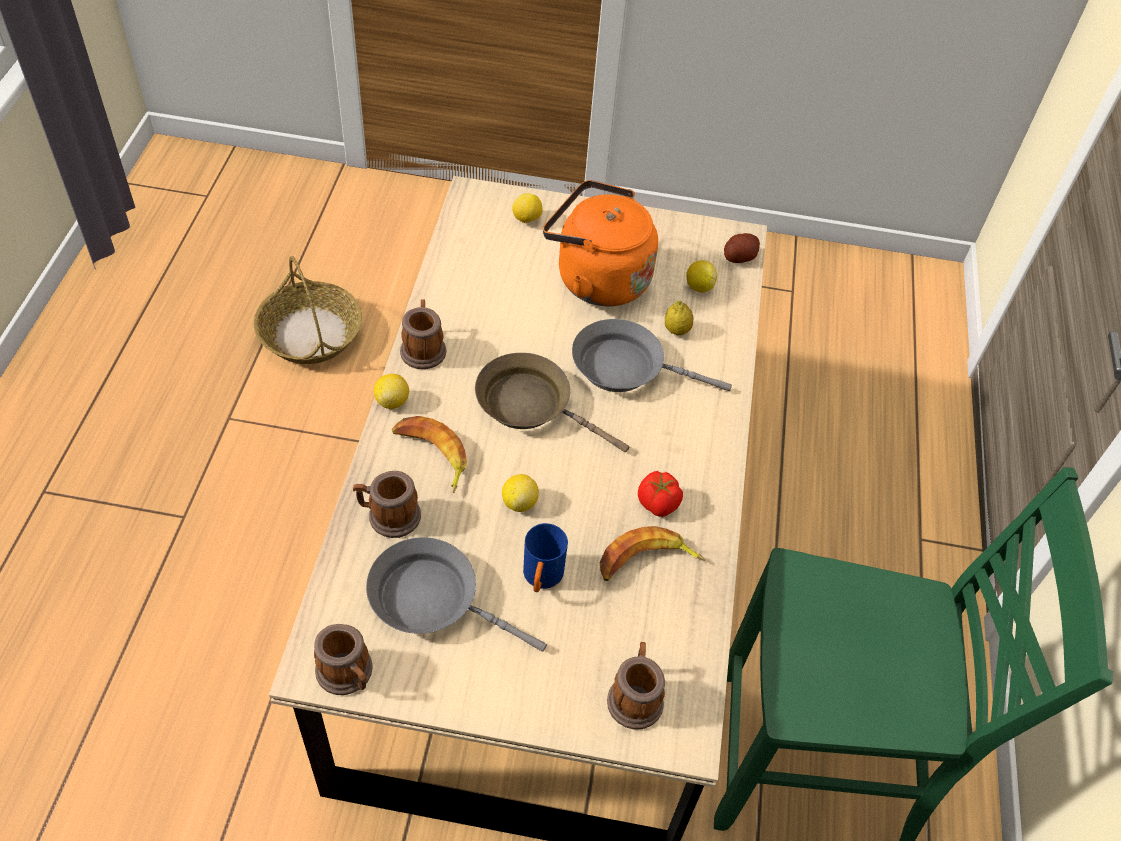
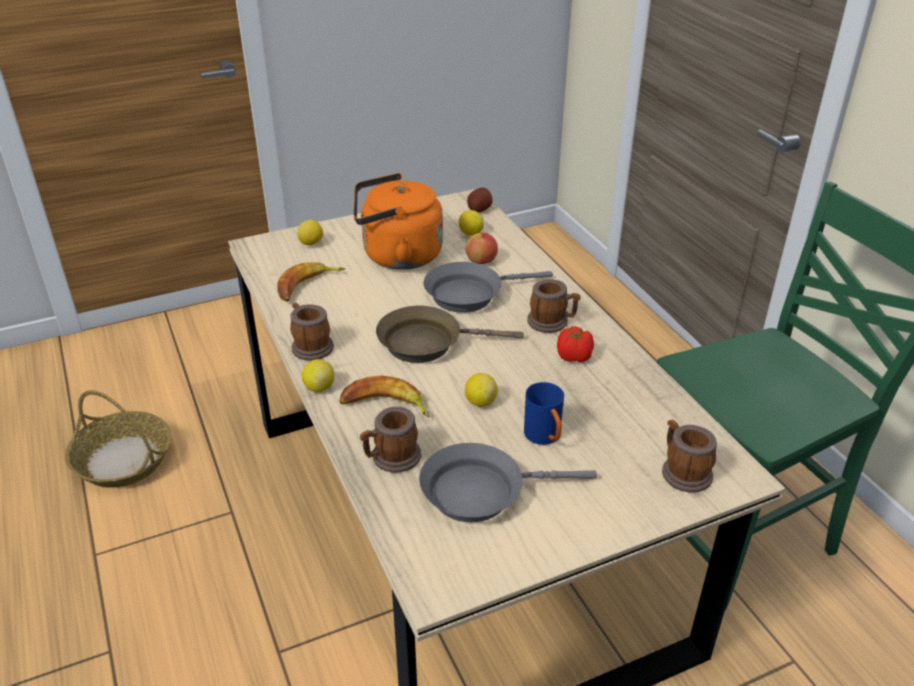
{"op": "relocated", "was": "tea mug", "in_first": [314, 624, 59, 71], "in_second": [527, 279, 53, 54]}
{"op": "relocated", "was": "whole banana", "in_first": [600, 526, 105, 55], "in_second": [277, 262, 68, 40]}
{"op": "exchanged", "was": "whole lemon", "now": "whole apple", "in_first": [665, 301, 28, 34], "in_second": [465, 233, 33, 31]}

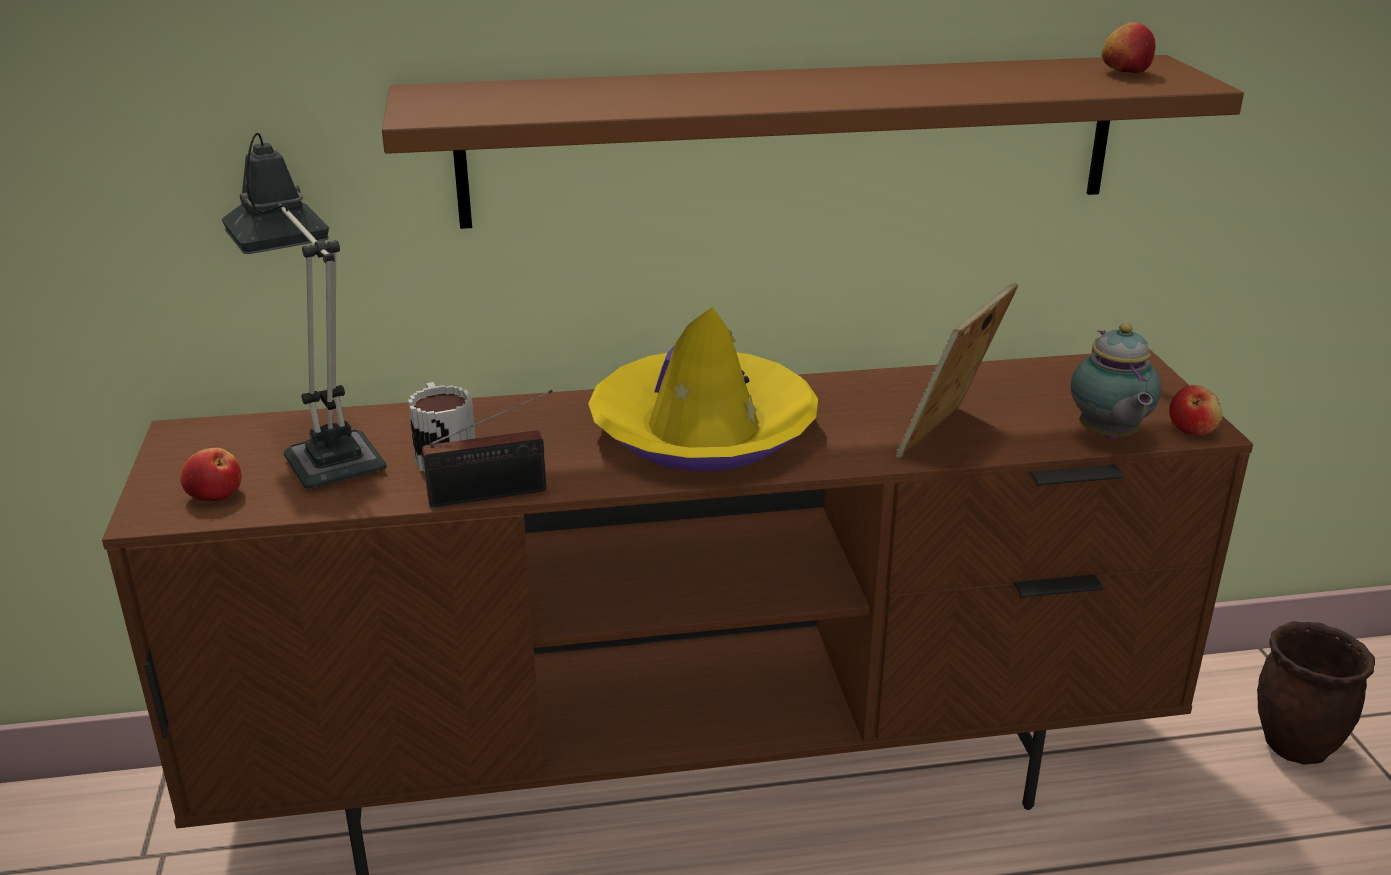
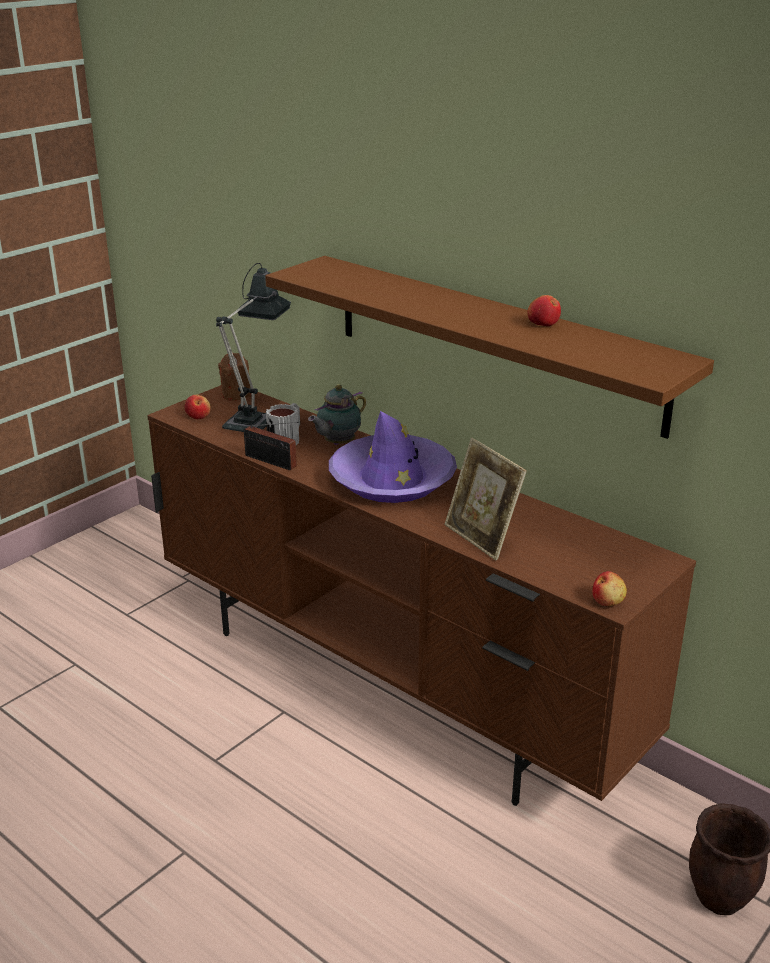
{"op": "colour", "was": "wearable hat/yellow", "now": "wearable hat/purple-coloured", "in_first": [588, 307, 230, 164], "in_second": [329, 411, 128, 92]}
{"op": "spun", "was": "picture frame", "in_first": [896, 282, 122, 176], "in_second": [445, 438, 82, 122], "clockwise": -120}
{"op": "relocated", "was": "teapot", "in_first": [1071, 323, 91, 117], "in_second": [308, 385, 58, 60]}
{"op": "relocated", "was": "whole apple", "in_first": [1102, 22, 53, 51], "in_second": [527, 295, 34, 31]}
{"op": "appeared", "now": "candle/brown", "in_second": [218, 353, 33, 48]}

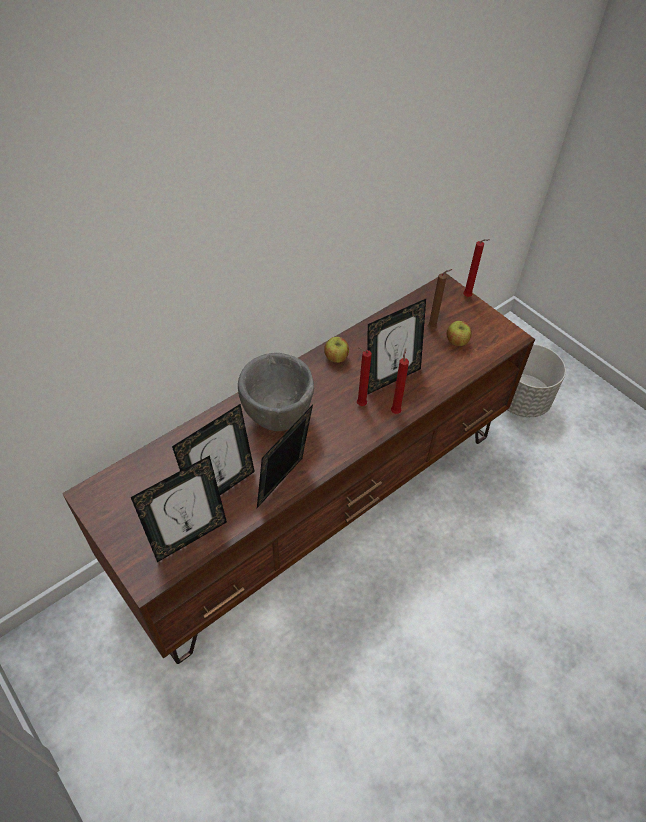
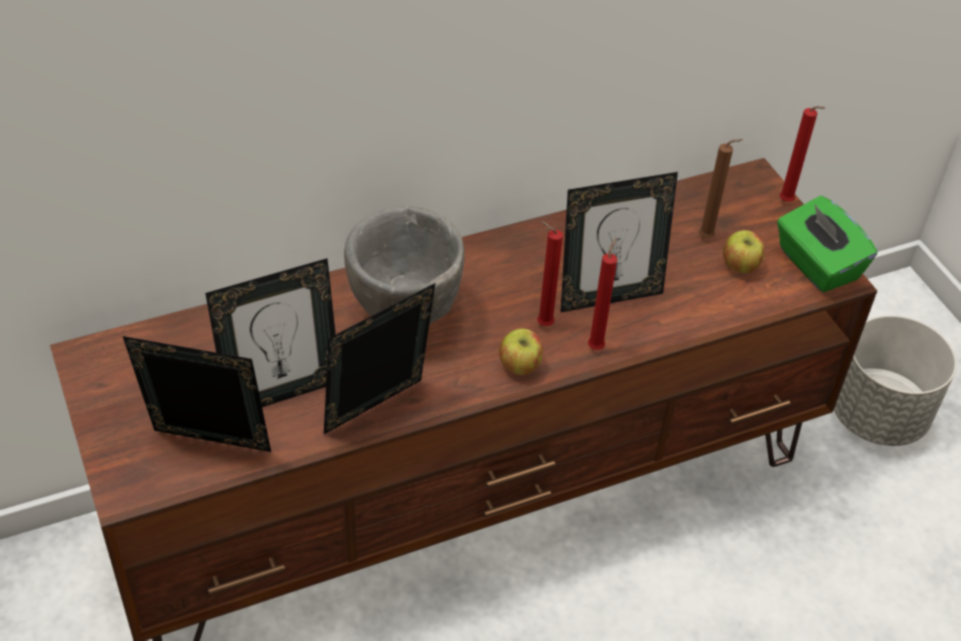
{"op": "spun", "was": "picture frame", "in_first": [131, 455, 96, 107], "in_second": [123, 336, 148, 116], "clockwise": -150}
{"op": "relocated", "was": "whole apple", "in_first": [324, 337, 25, 26], "in_second": [499, 329, 44, 46]}
{"op": "appeared", "now": "tissue holder/green", "in_second": [777, 196, 100, 96]}

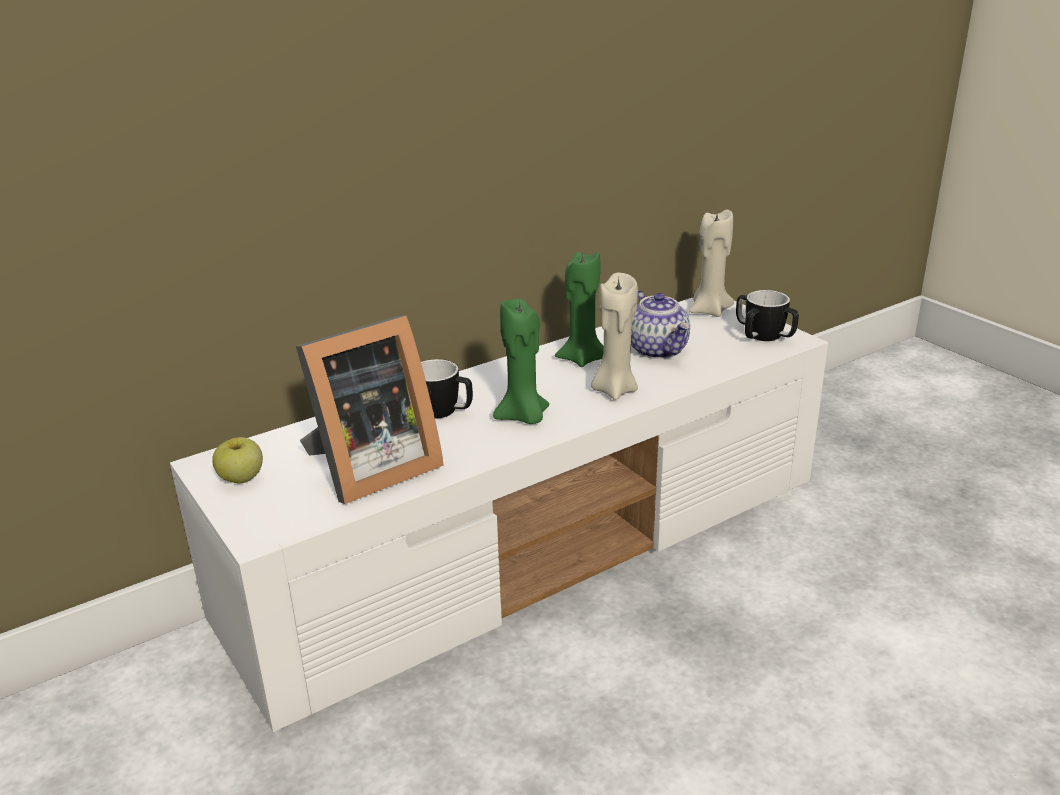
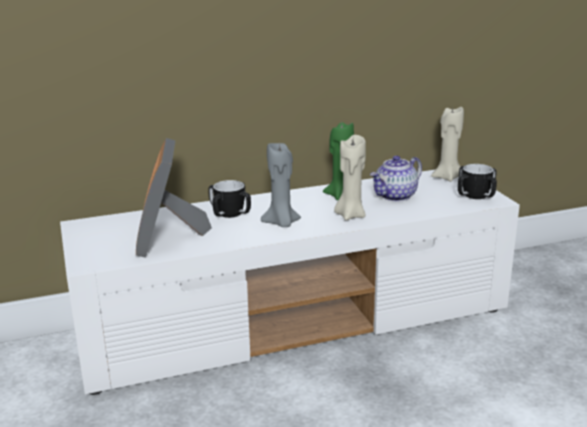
{"op": "missing", "was": "whole apple", "in_first": [212, 437, 51, 47]}
{"op": "spun", "was": "picture frame", "in_first": [296, 316, 148, 188], "in_second": [136, 138, 76, 120], "clockwise": 105}
{"op": "colour", "was": "candle/green", "now": "candle/grey", "in_first": [493, 299, 56, 125], "in_second": [261, 143, 40, 84]}
{"op": "spun", "was": "teapot", "in_first": [631, 290, 59, 69], "in_second": [370, 156, 52, 45], "clockwise": 60}

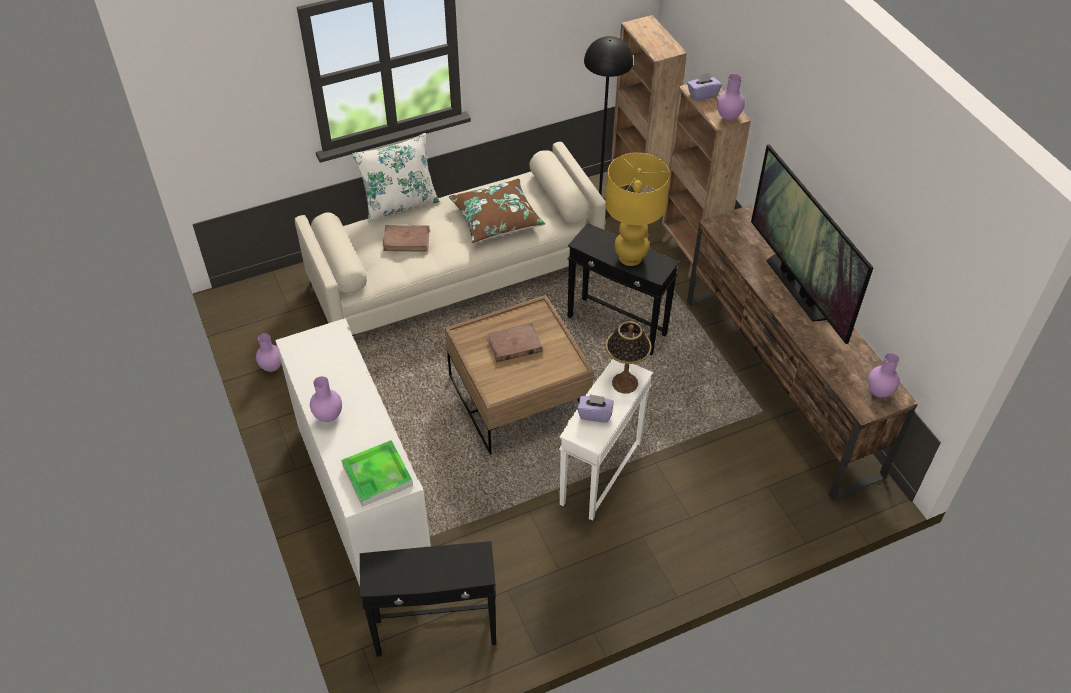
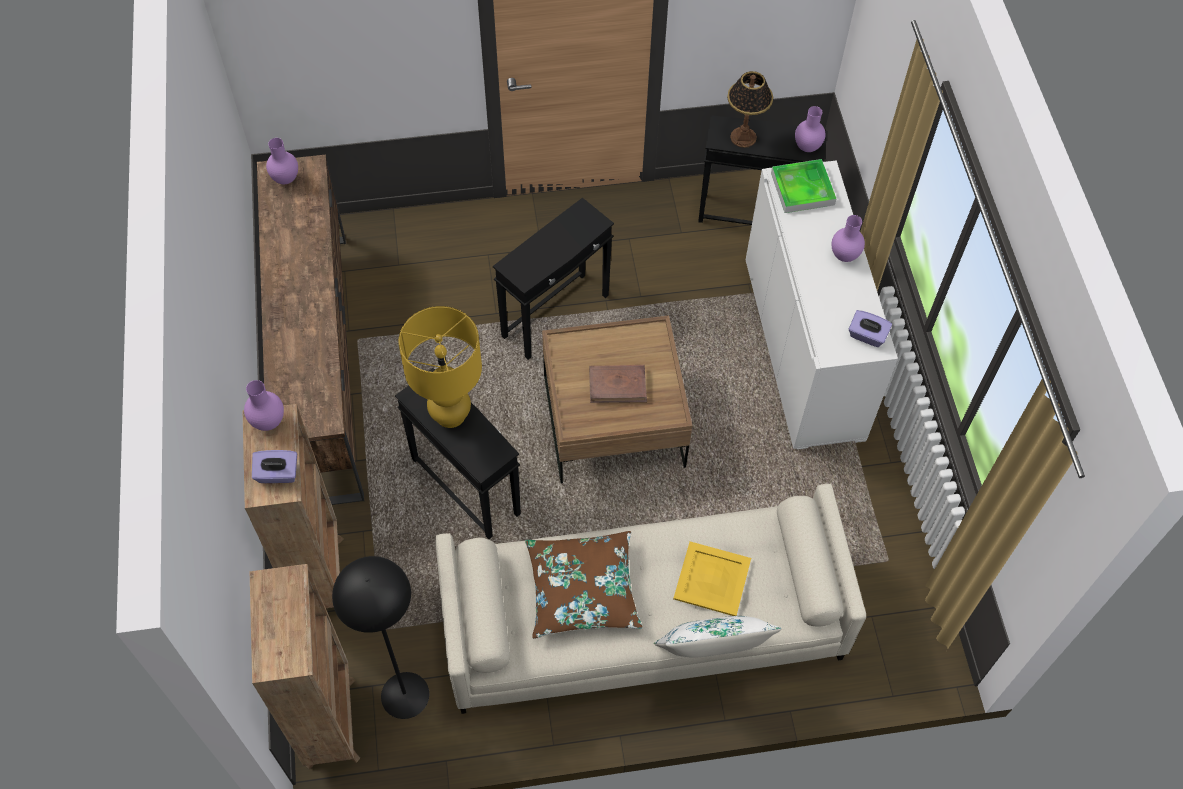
{"op": "relocated", "was": "vase/purple-coloured", "in_first": [256, 333, 25, 39], "in_second": [795, 106, 31, 46]}
{"op": "exchanged", "was": "bound book/brown", "now": "serving tray/yellow", "in_first": [383, 225, 46, 27], "in_second": [673, 541, 78, 75]}
{"op": "colour", "was": "end table/white", "now": "end table/blackish", "in_first": [559, 359, 94, 162], "in_second": [493, 198, 121, 162]}
{"op": "relocated", "was": "tissue holder/purple-coloured", "in_first": [577, 394, 37, 29], "in_second": [849, 310, 43, 37]}
{"op": "relocated", "was": "table lamp", "in_first": [606, 321, 46, 73], "in_second": [727, 71, 46, 77]}
{"op": "missing", "was": "TV set", "in_first": [751, 144, 123, 200]}

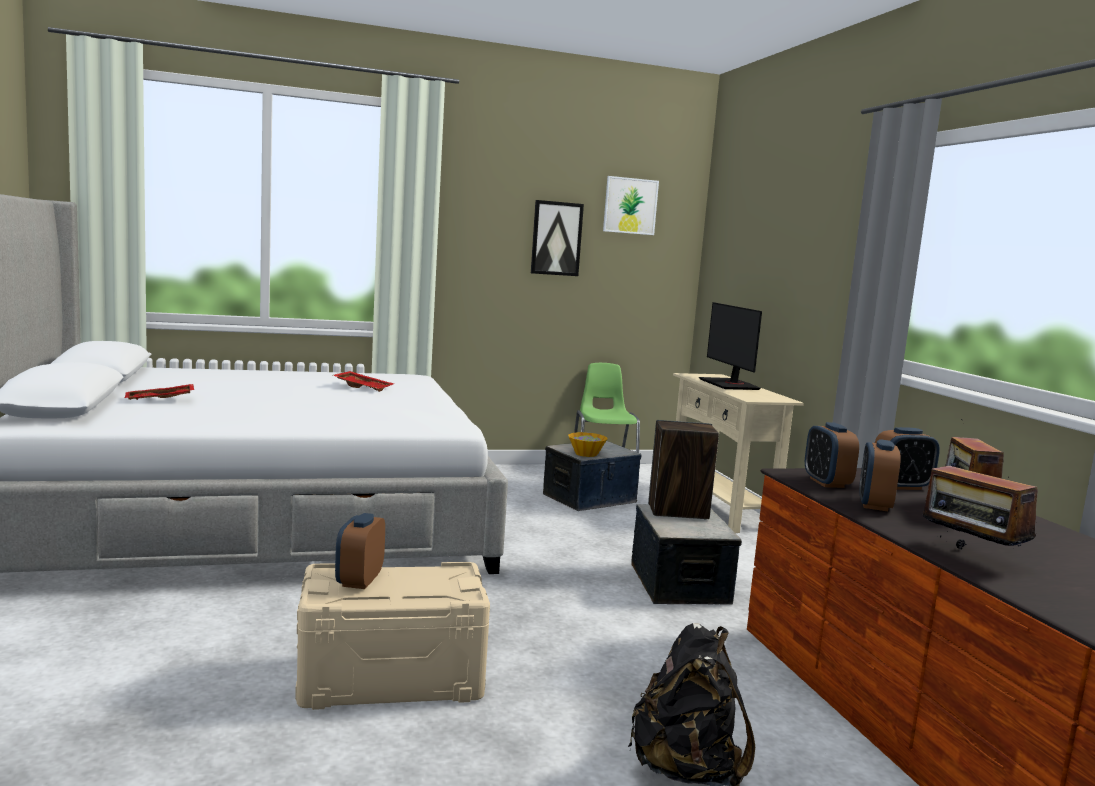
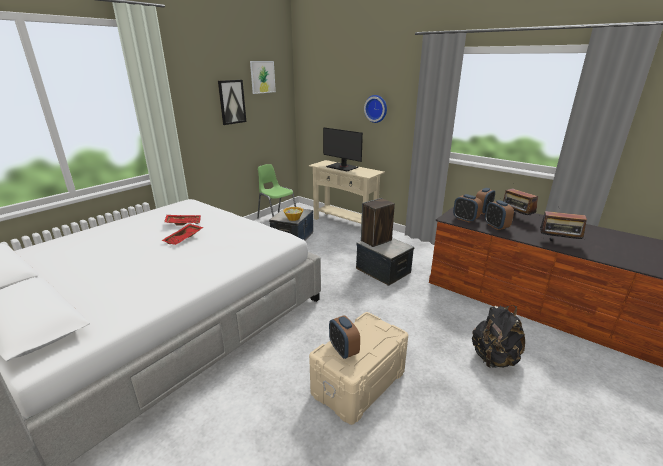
{"op": "relocated", "was": "serving tray/reddish", "in_first": [124, 384, 70, 16], "in_second": [161, 224, 43, 21]}
{"op": "appeared", "now": "wall clock", "in_second": [364, 95, 23, 28]}

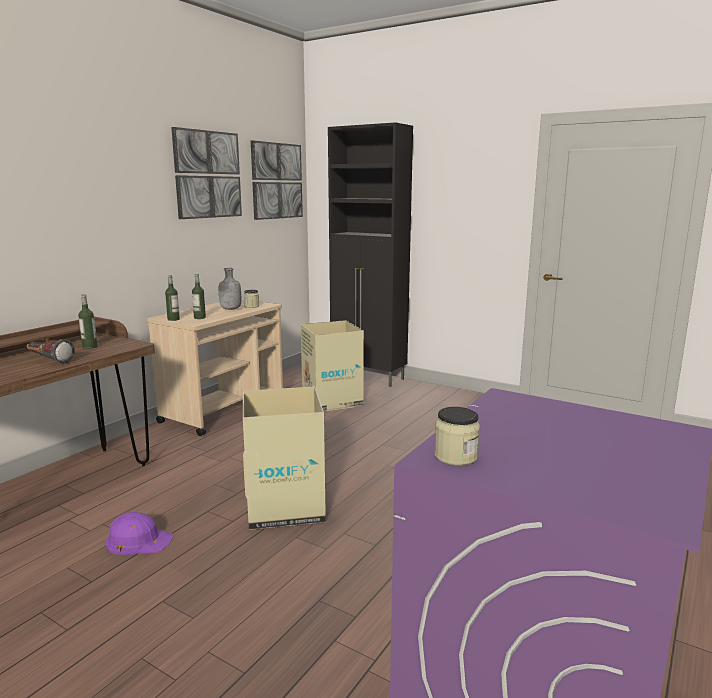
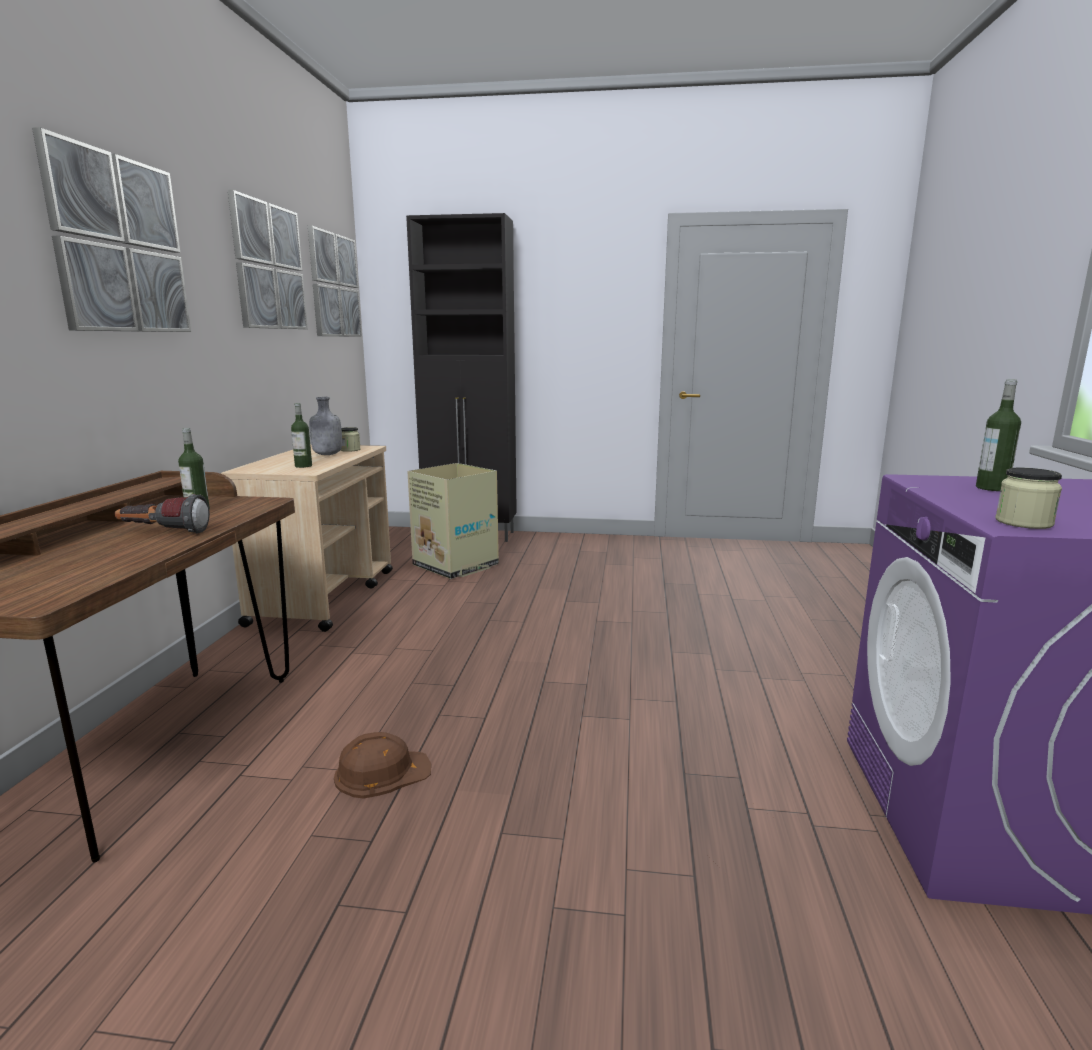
{"op": "colour", "was": "safety helmet/purple-coloured", "now": "safety helmet/brown", "in_first": [106, 512, 67, 43], "in_second": [334, 732, 97, 67]}
{"op": "relocated", "was": "drink bottle", "in_first": [165, 275, 15, 46], "in_second": [976, 379, 45, 112]}
{"op": "missing", "was": "carton", "in_first": [243, 387, 83, 143]}
{"op": "appeared", "now": "picture", "in_second": [32, 127, 159, 205]}

